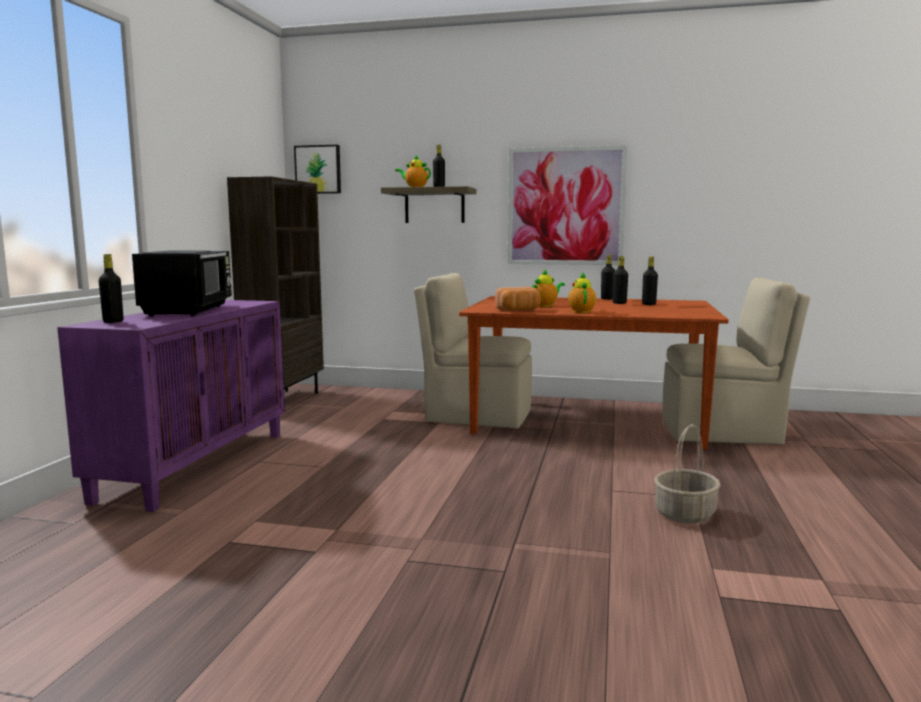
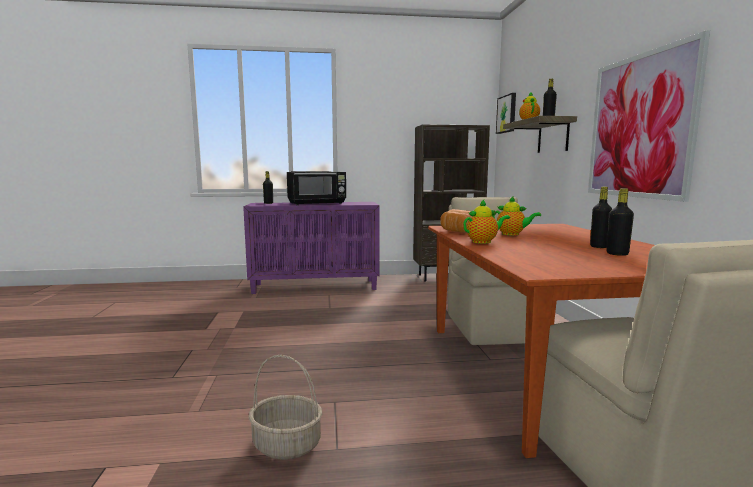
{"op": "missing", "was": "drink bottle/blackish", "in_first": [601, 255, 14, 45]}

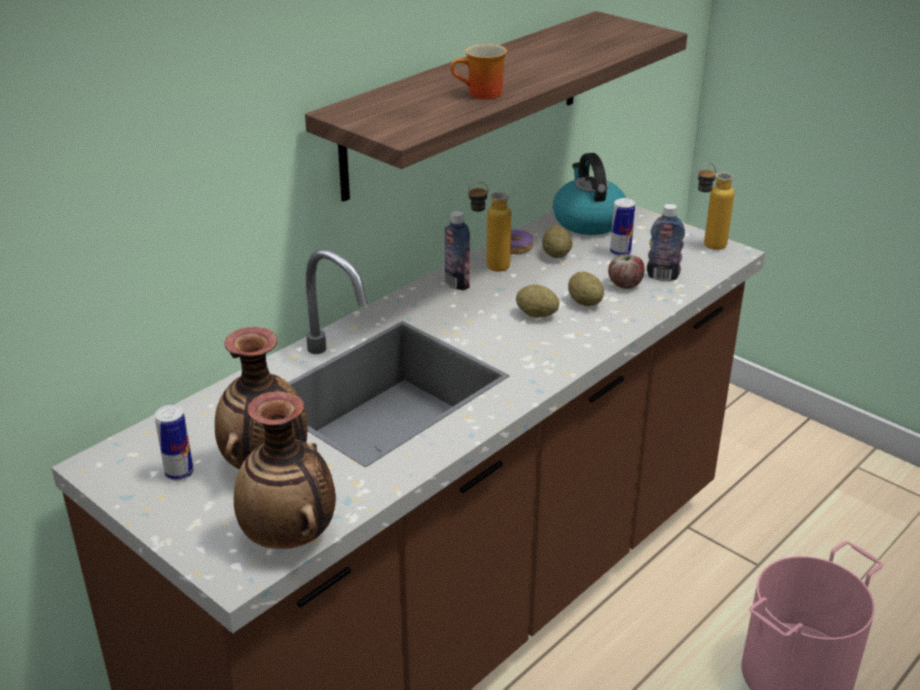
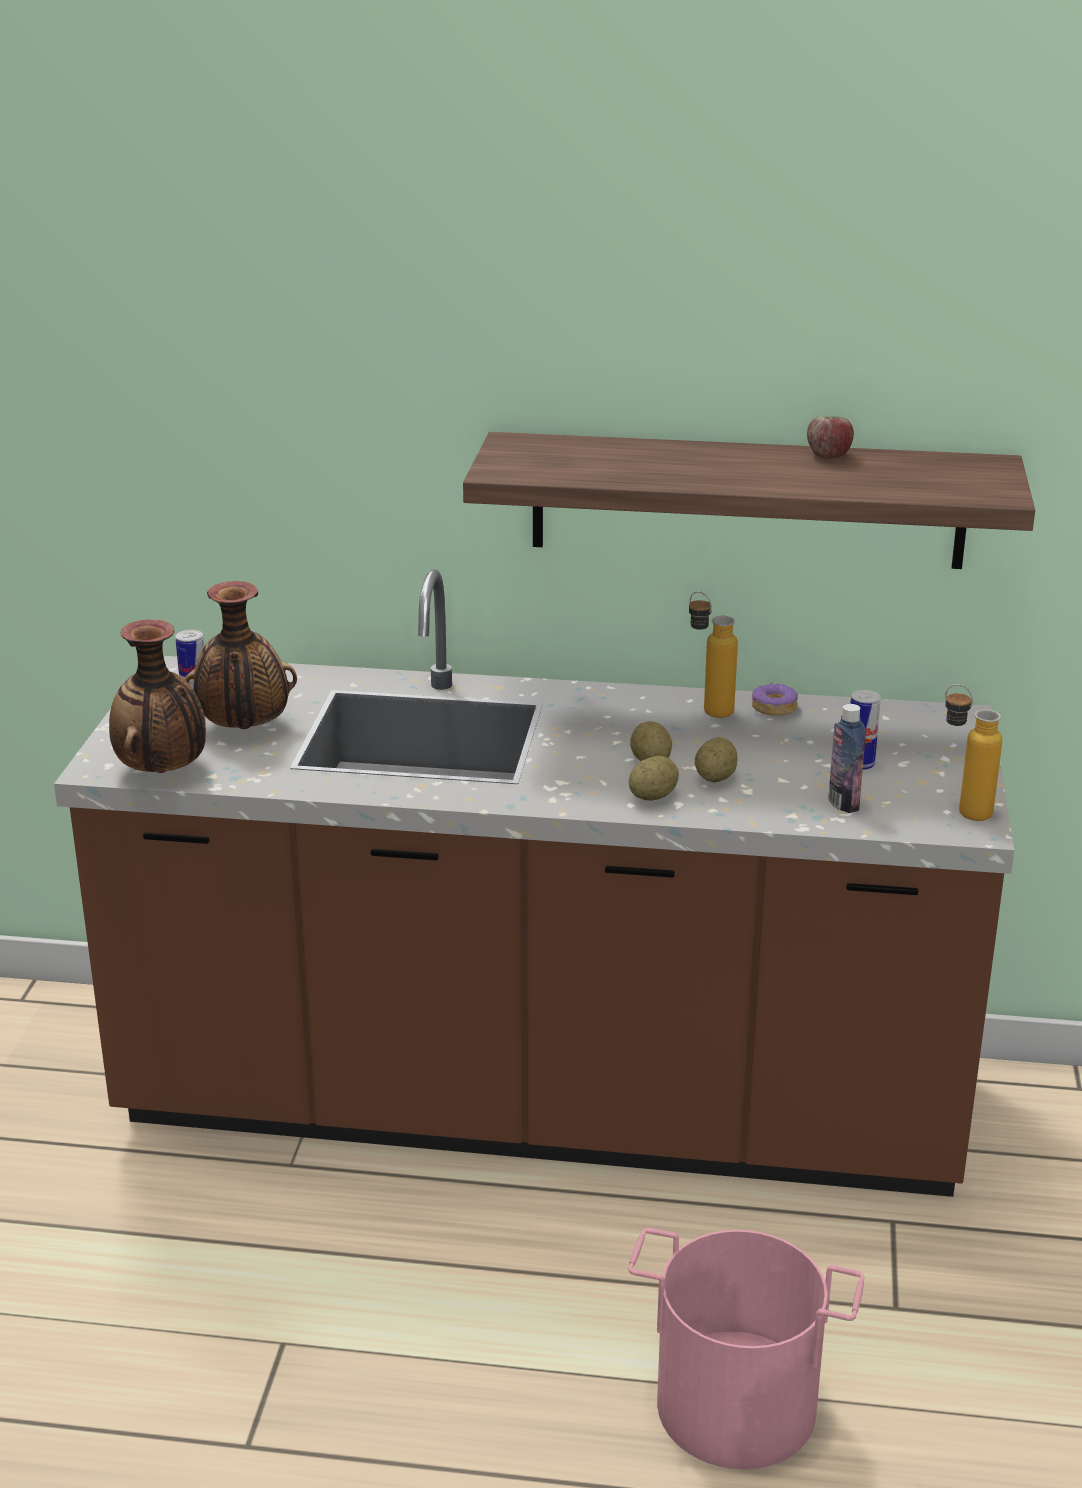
{"op": "missing", "was": "drink bottle", "in_first": [445, 211, 25, 79]}
{"op": "missing", "was": "tea mug", "in_first": [451, 44, 56, 55]}
{"op": "relocated", "was": "spud", "in_first": [542, 225, 31, 33], "in_second": [629, 756, 50, 45]}
{"op": "missing", "was": "kettle", "in_first": [553, 153, 73, 82]}
{"op": "relocated", "was": "whole apple", "in_first": [608, 254, 37, 35], "in_second": [807, 416, 47, 43]}

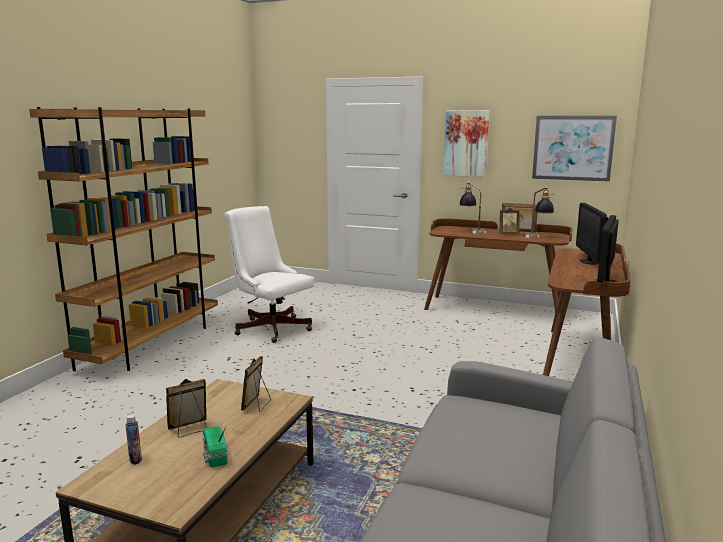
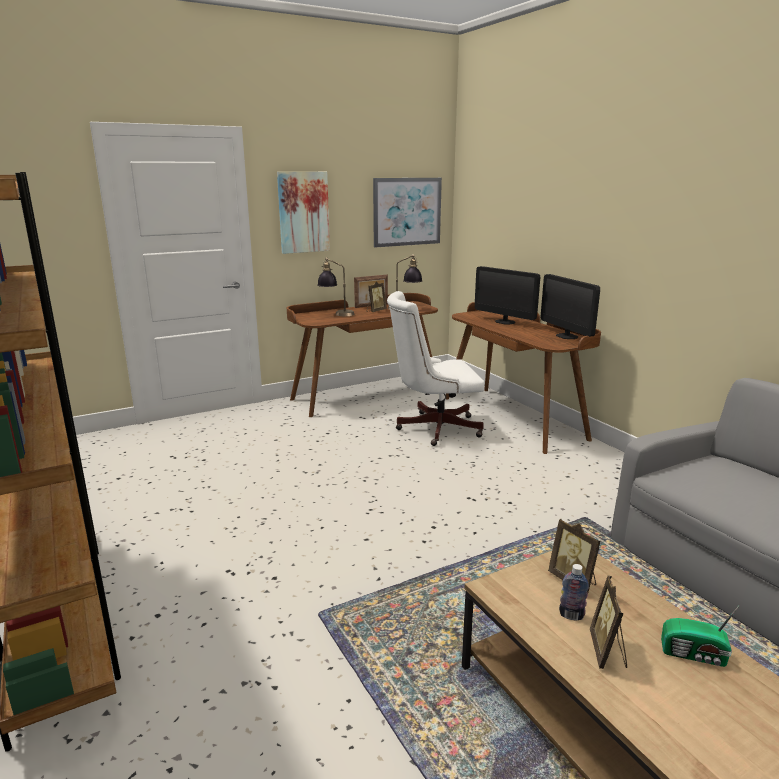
{"op": "relocated", "was": "drink bottle", "in_first": [125, 414, 17, 51], "in_second": [559, 564, 30, 56]}
{"op": "relocated", "was": "office chair/white", "in_first": [224, 206, 90, 137], "in_second": [387, 291, 97, 155]}

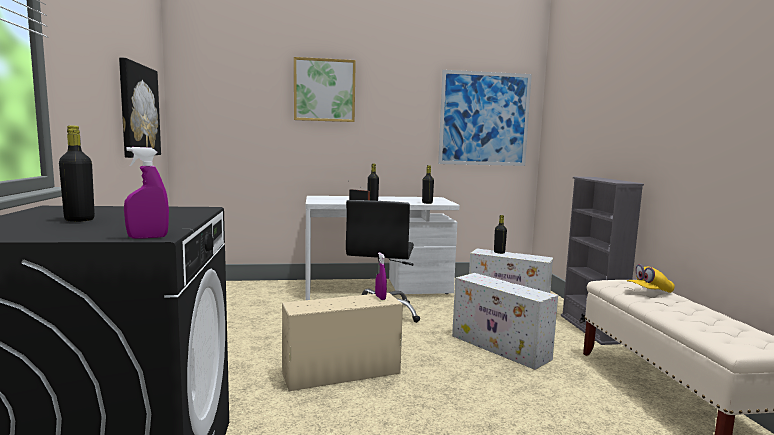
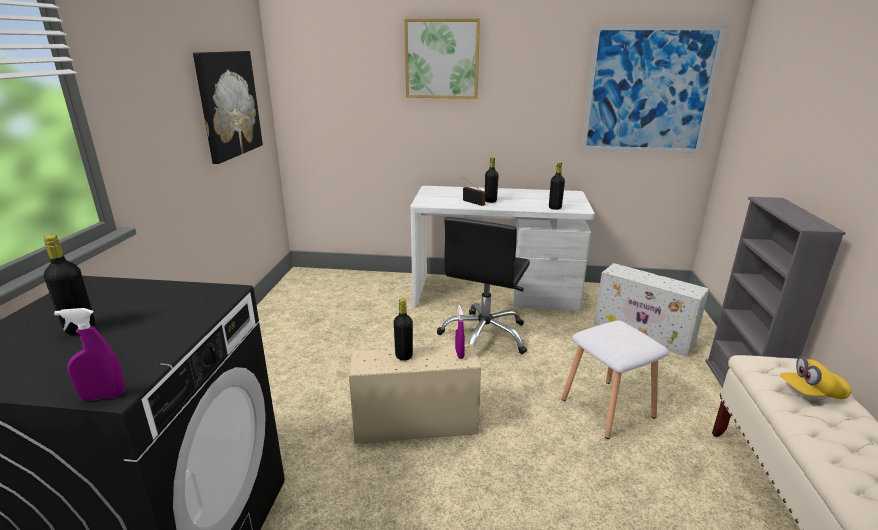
{"op": "exchanged", "was": "storage box/white", "now": "sitting stool/white", "in_first": [452, 273, 106, 97], "in_second": [562, 321, 107, 118]}
{"op": "relocated", "was": "drink bottle/blackish", "in_first": [494, 215, 13, 39], "in_second": [394, 299, 19, 62]}

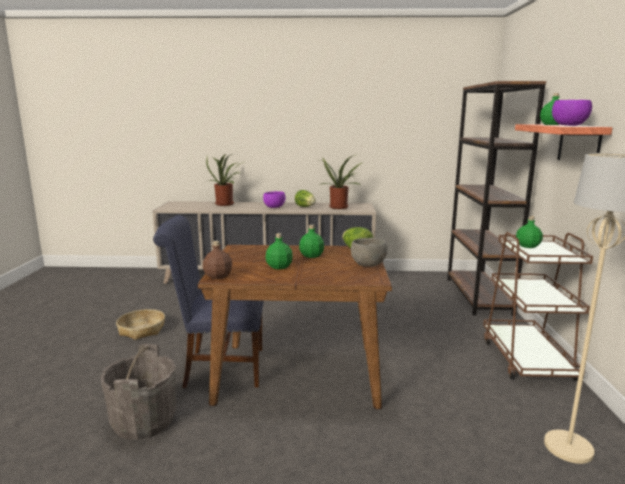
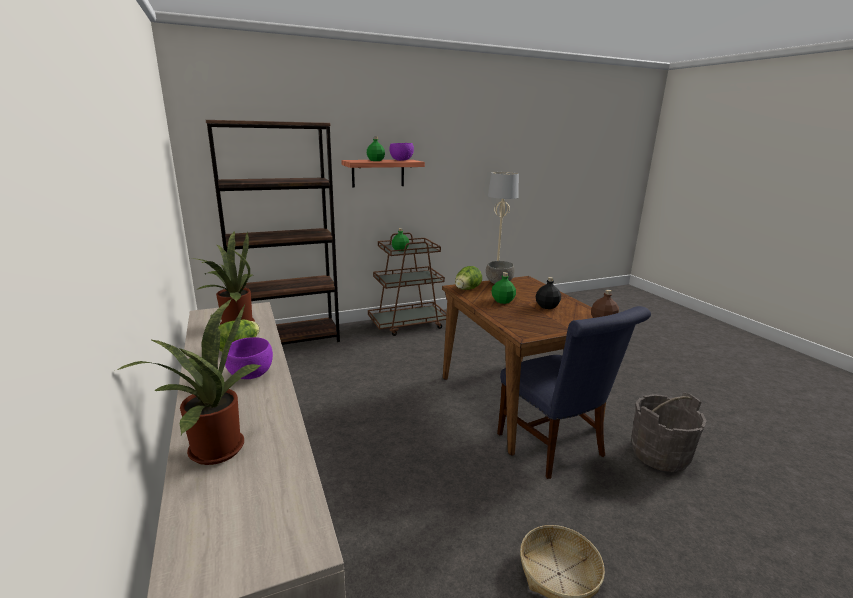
{"op": "colour", "was": "drink bottle/green", "now": "drink bottle/blackish", "in_first": [266, 233, 27, 36], "in_second": [536, 277, 25, 32]}

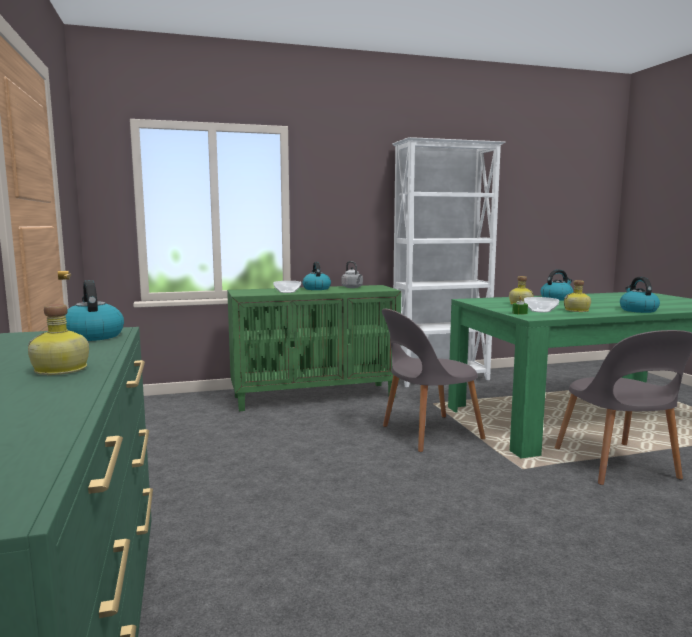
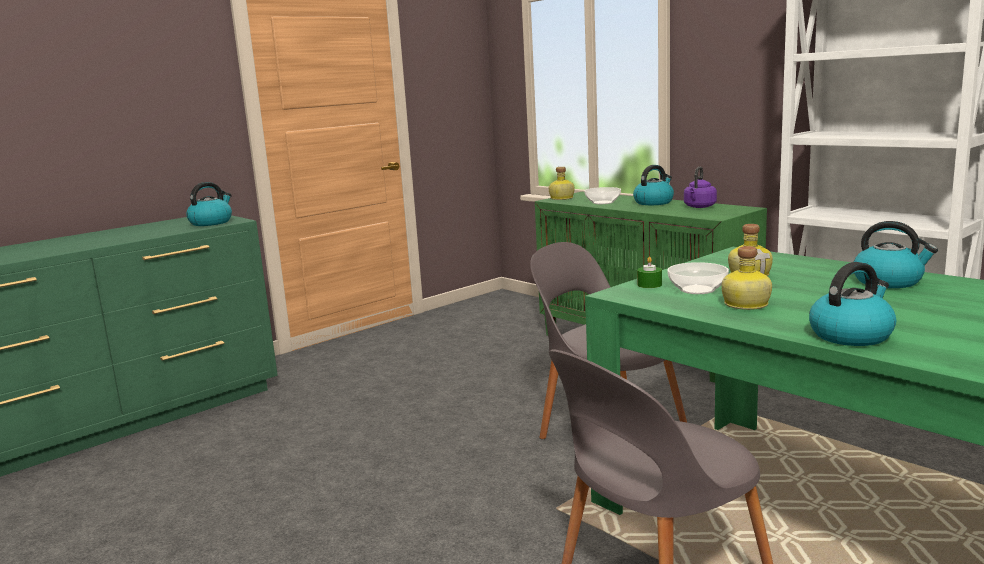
{"op": "relocated", "was": "drink bottle", "in_first": [28, 304, 61, 71], "in_second": [549, 167, 26, 33]}
{"op": "colour", "was": "kettle/grey", "now": "kettle/purple-coloured", "in_first": [342, 261, 21, 27], "in_second": [684, 167, 33, 41]}

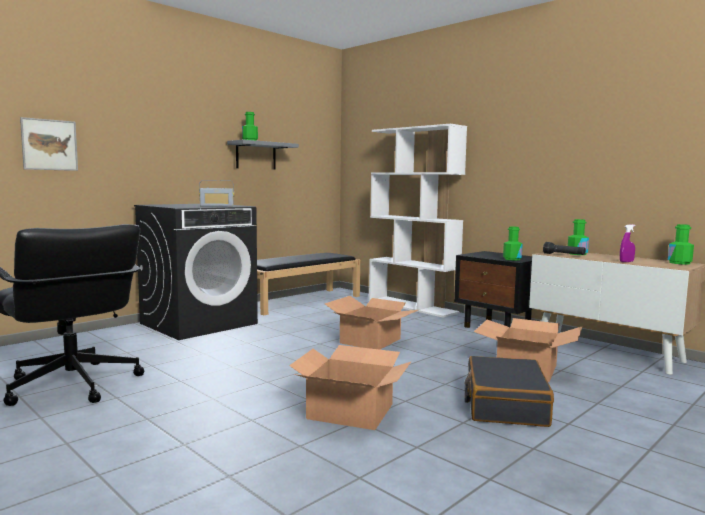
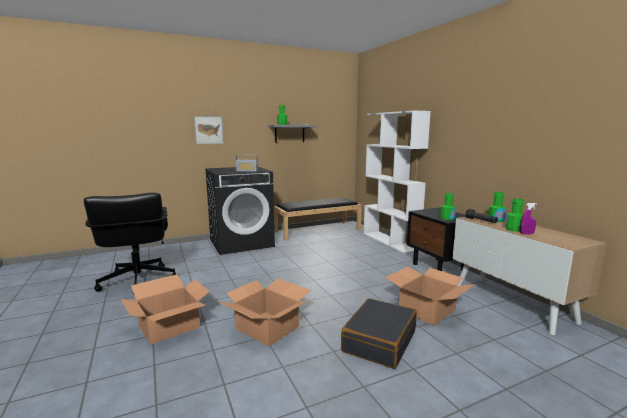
{"op": "relocated", "was": "picture", "in_first": [20, 117, 58, 54], "in_second": [194, 116, 30, 29]}
{"op": "relocated", "was": "carton", "in_first": [325, 296, 93, 54], "in_second": [121, 274, 88, 71]}
{"op": "relocated", "was": "drink bottle/green", "in_first": [668, 224, 26, 41], "in_second": [505, 198, 20, 34]}

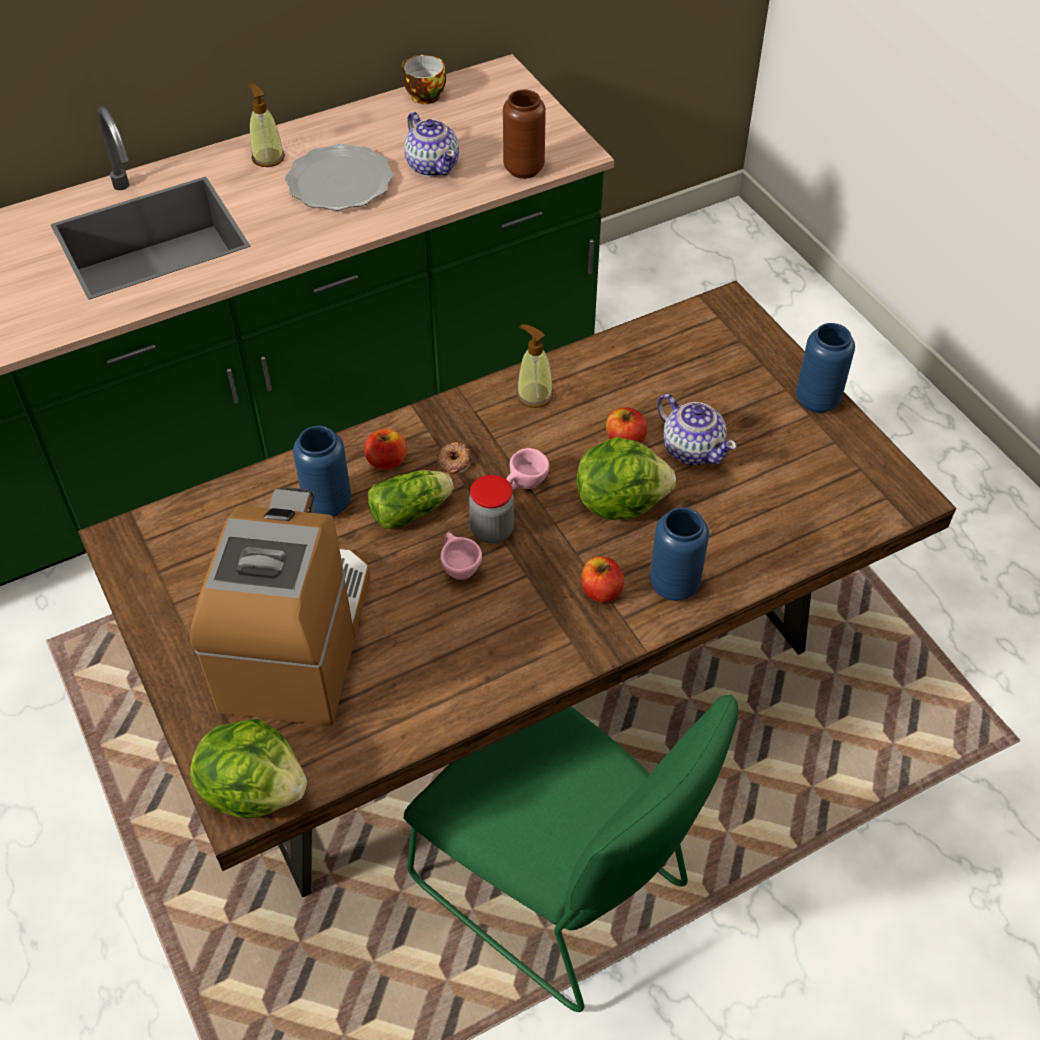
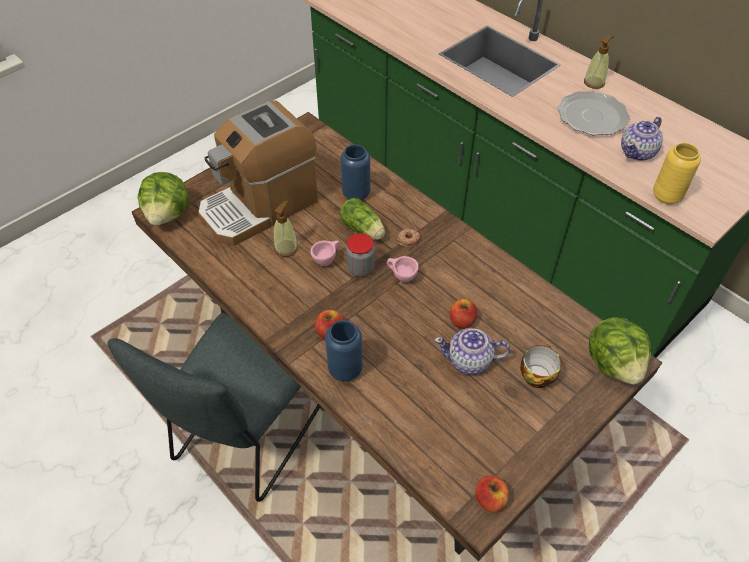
{"op": "spun", "was": "coffee brewer", "in_first": [190, 487, 180, 239], "in_second": [198, 101, 120, 145], "clockwise": 150}
{"op": "relocated", "was": "whole apple", "in_first": [364, 429, 43, 41], "in_second": [475, 475, 34, 37]}
{"op": "relocated", "was": "cup", "in_first": [402, 55, 44, 49], "in_second": [520, 344, 42, 44]}
{"op": "colour", "was": "chair/green", "now": "chair/grey", "in_first": [404, 695, 334, 317], "in_second": [107, 313, 214, 189]}
{"op": "colour", "was": "vase/brown", "now": "vase/yellow", "in_first": [503, 90, 43, 89], "in_second": [653, 143, 48, 62]}
{"op": "relocated", "was": "soap dispenser", "in_first": [516, 324, 37, 84], "in_second": [274, 201, 24, 56]}
{"op": "relocated", "was": "lettuce head", "in_first": [577, 437, 99, 83], "in_second": [589, 317, 63, 68]}
{"op": "spun", "was": "teapot", "in_first": [657, 394, 80, 71], "in_second": [434, 328, 76, 47], "clockwise": 60}
{"op": "missing", "was": "vase/bluish", "in_first": [796, 323, 59, 90]}

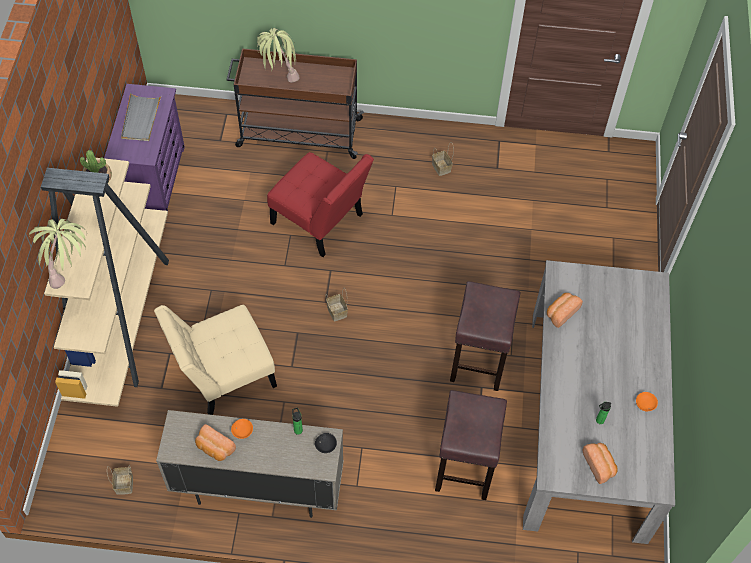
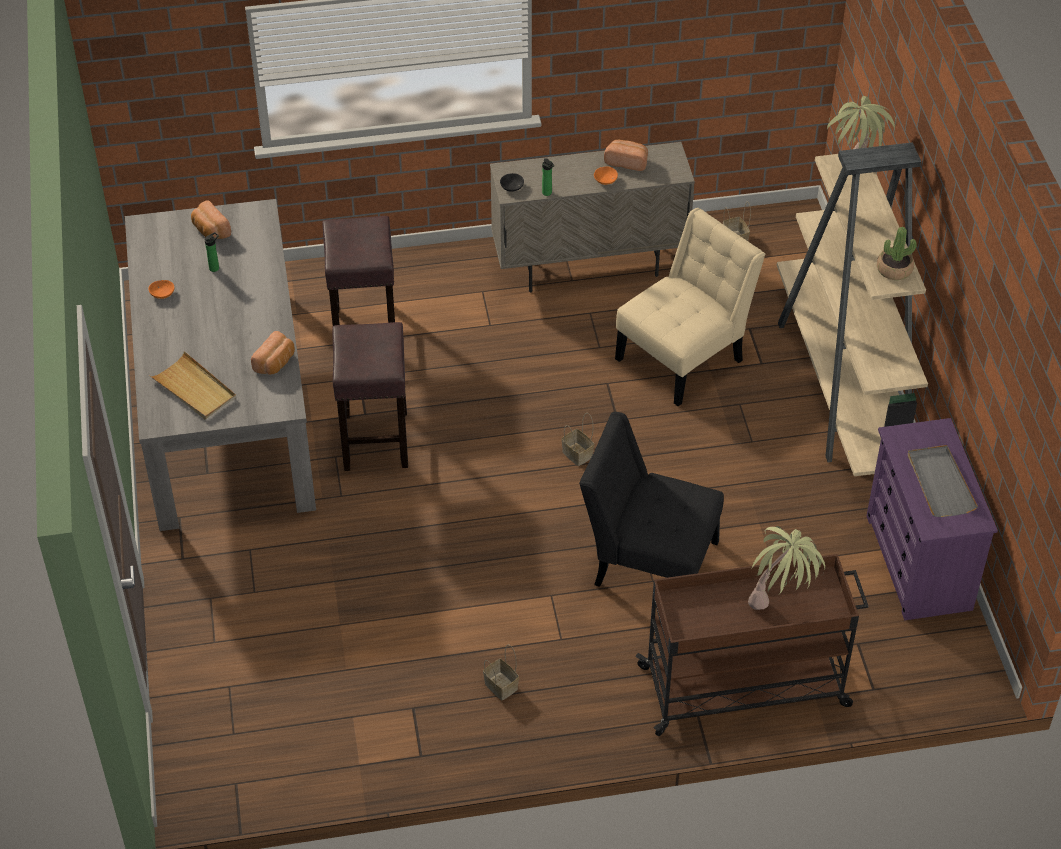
{"op": "colour", "was": "chair/reddish", "now": "chair/blackish", "in_first": [267, 152, 107, 105], "in_second": [579, 412, 145, 175]}
{"op": "appeared", "now": "serving tray/sand-coloured", "in_second": [149, 351, 87, 68]}

